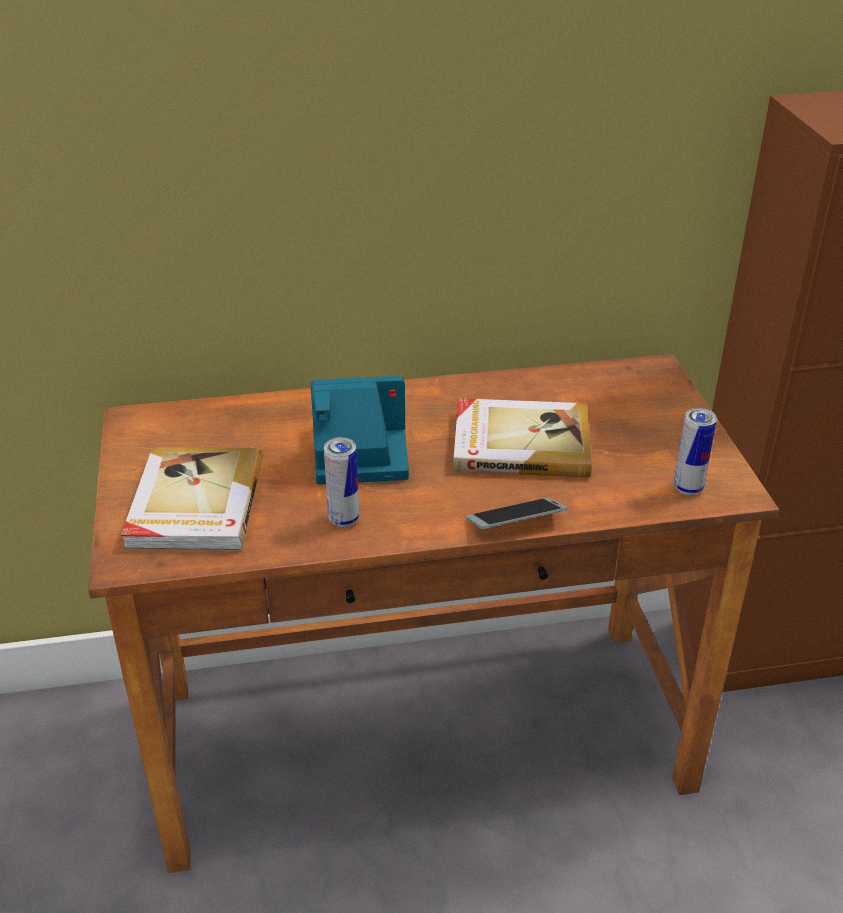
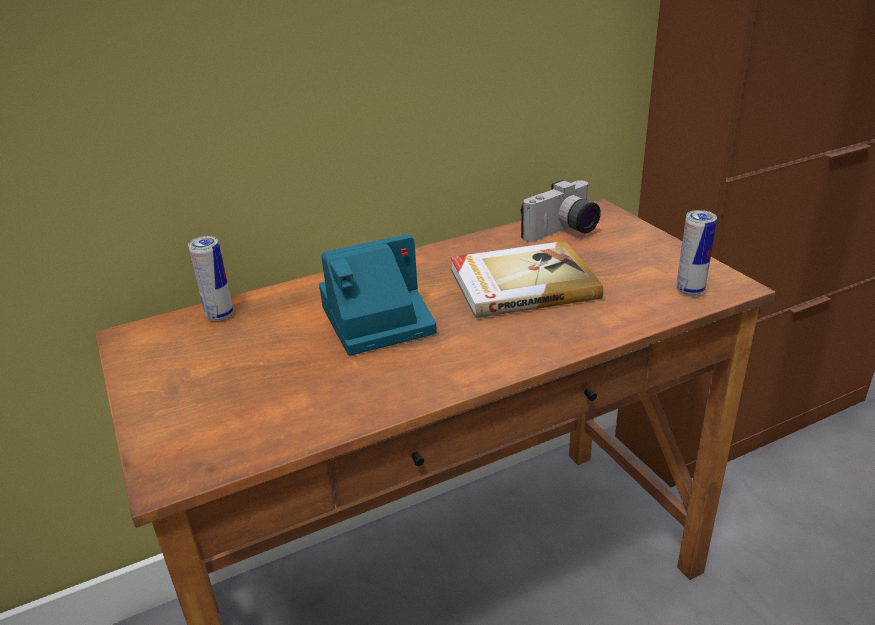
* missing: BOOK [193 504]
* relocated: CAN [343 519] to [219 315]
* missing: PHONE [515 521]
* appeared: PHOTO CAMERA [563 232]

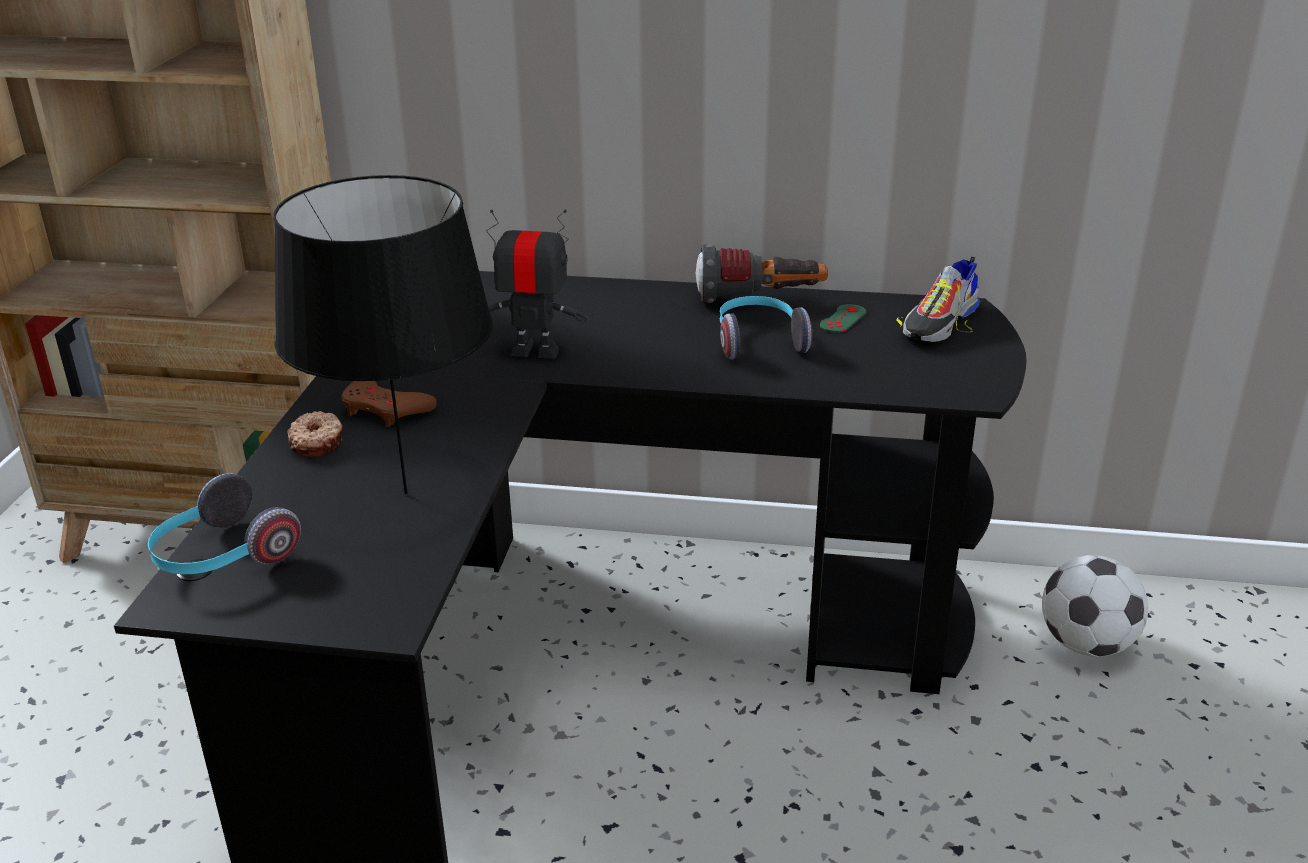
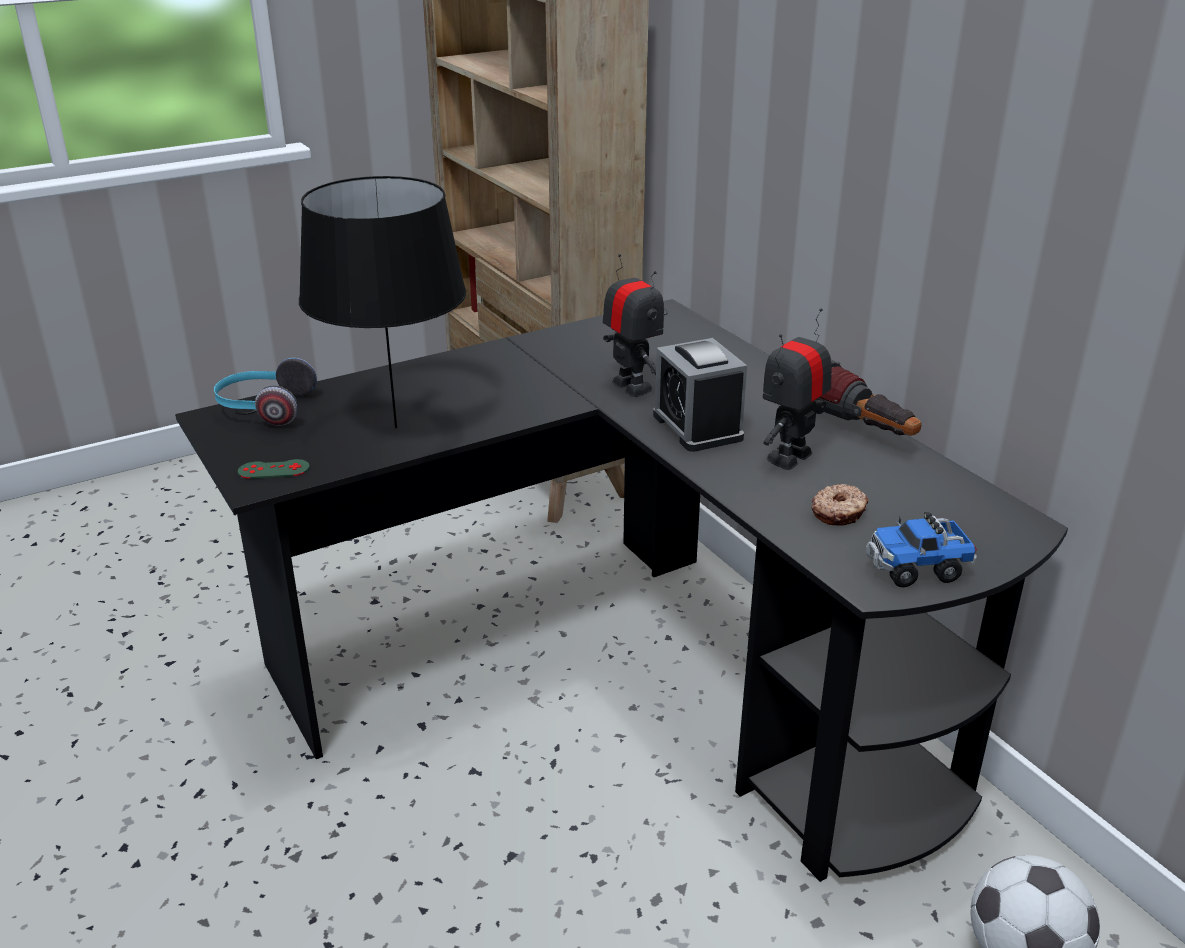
* relocated: DONUT [318 442] to [839 513]
* missing: BROWN GAME CONTROLLER [386 410]
* exchanged: HEADPHONES [758 341] to TOY ROBOT [790 457]
* relocated: GREEN GAME CONTROLLER [843 319] to [274 470]
* missing: SHOE [940 323]
* appeared: ALARM CLOCK [697 427]
* appeared: TOY TRUCK [917 569]

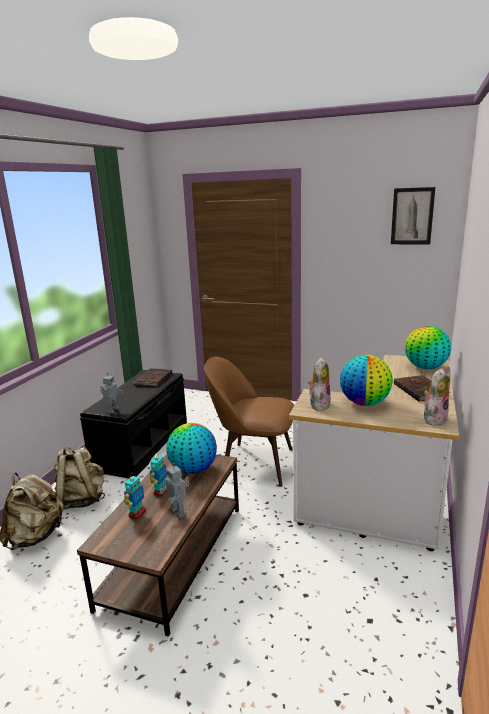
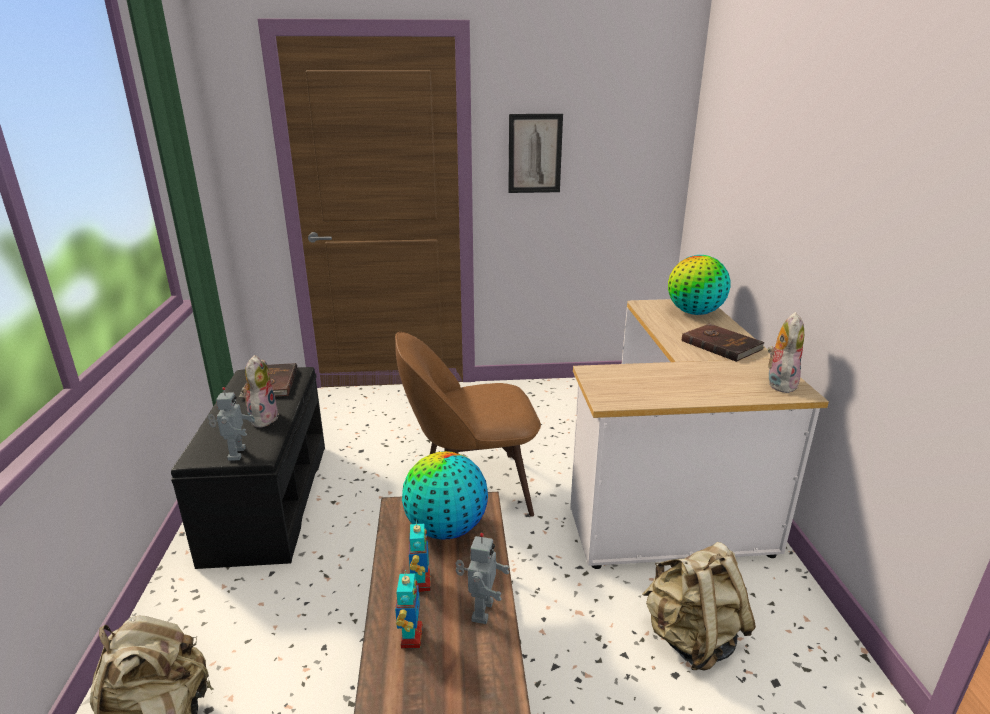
* relocated: BEIGE BACKPACK [81 499] to [691 638]
* spun: TOY ROBOT [179 511] = [480 611] 105 degrees counterclockwise
* relocated: PLUSH TOY [319 404] to [262 418]
* missing: GLOBE [364 403]
* relocated: PICTURE [412 216] to [535 154]

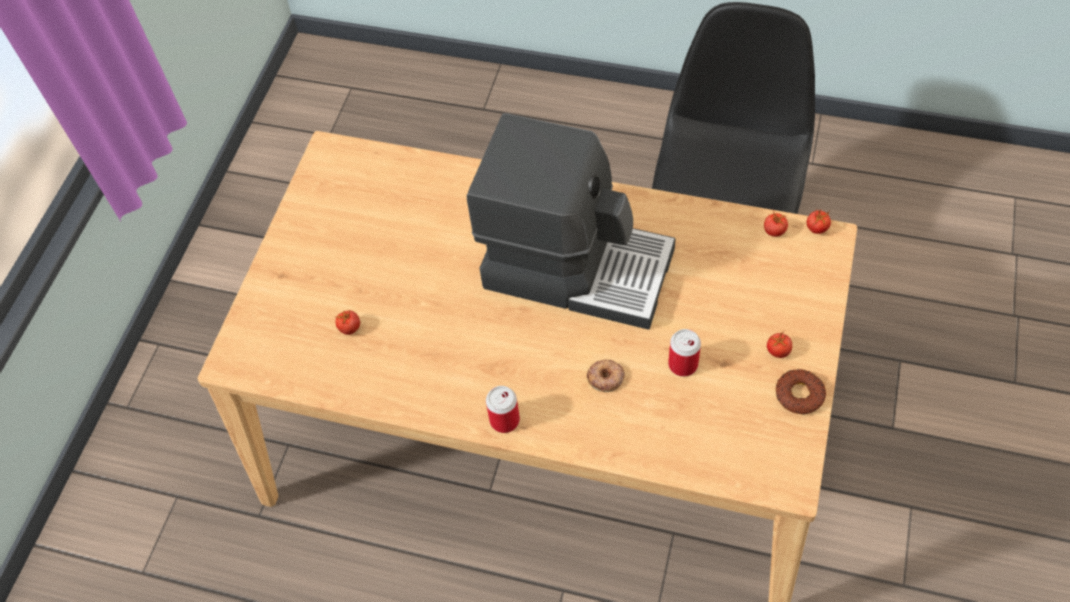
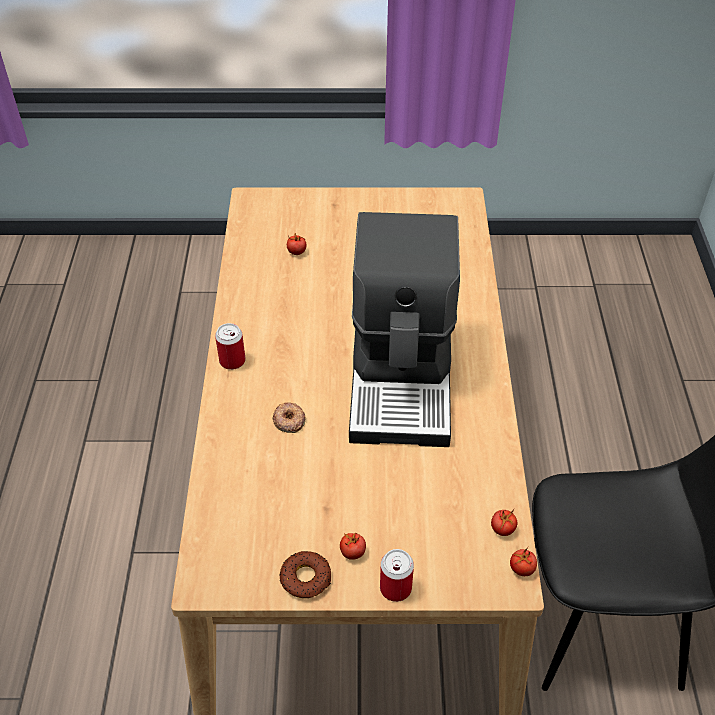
* relocated: CAN [683 364] to [395 588]

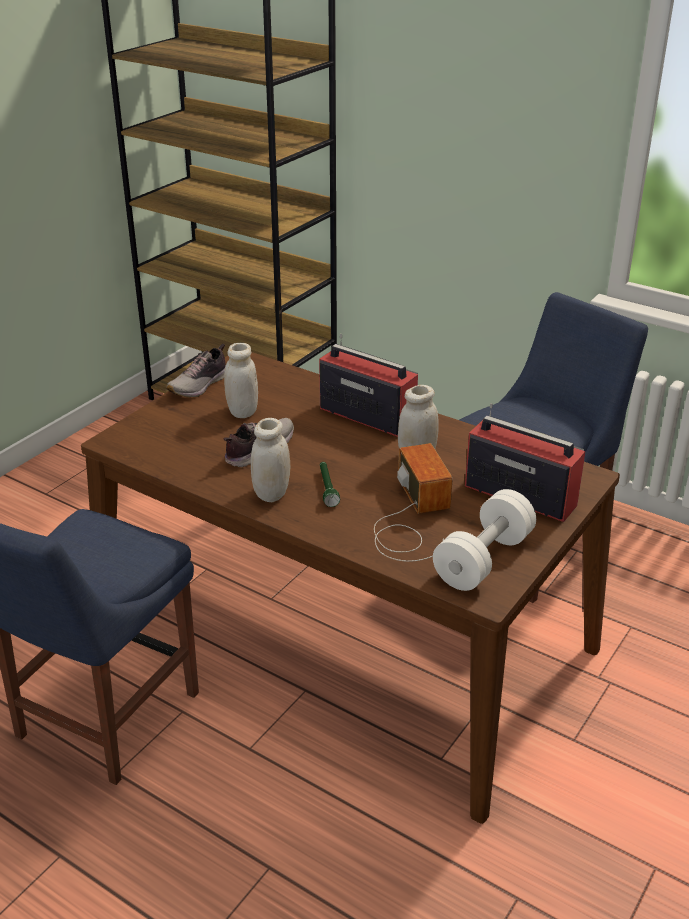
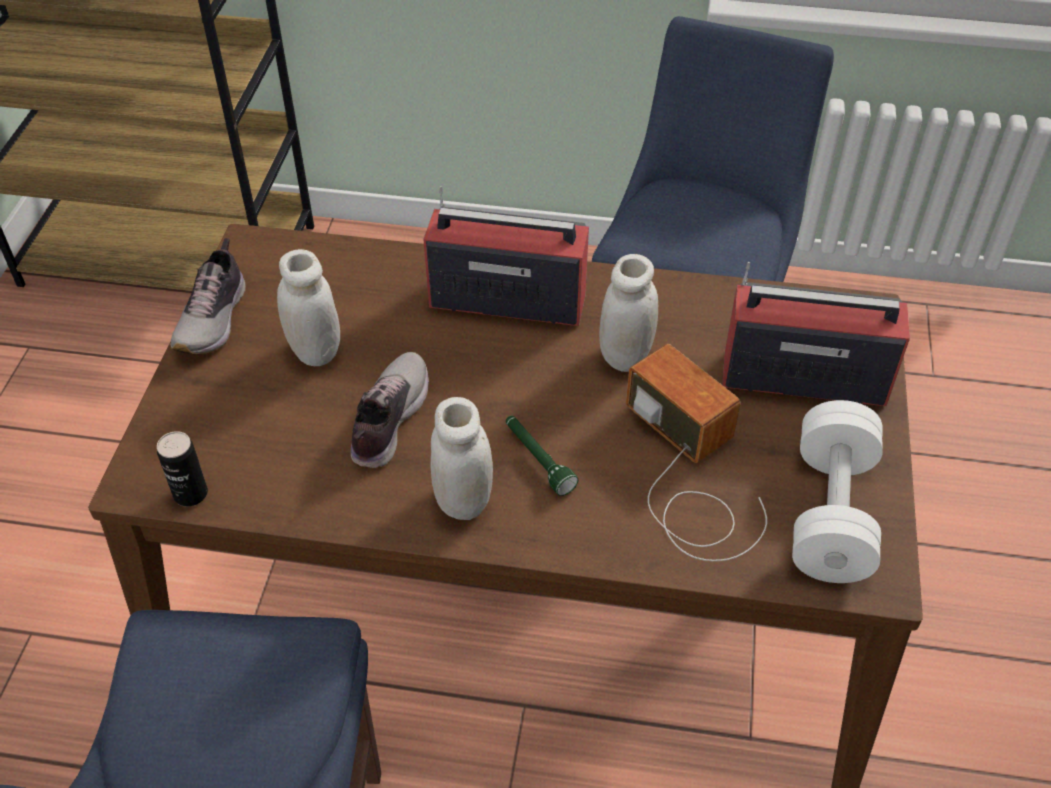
* appeared: CAN [191 494]

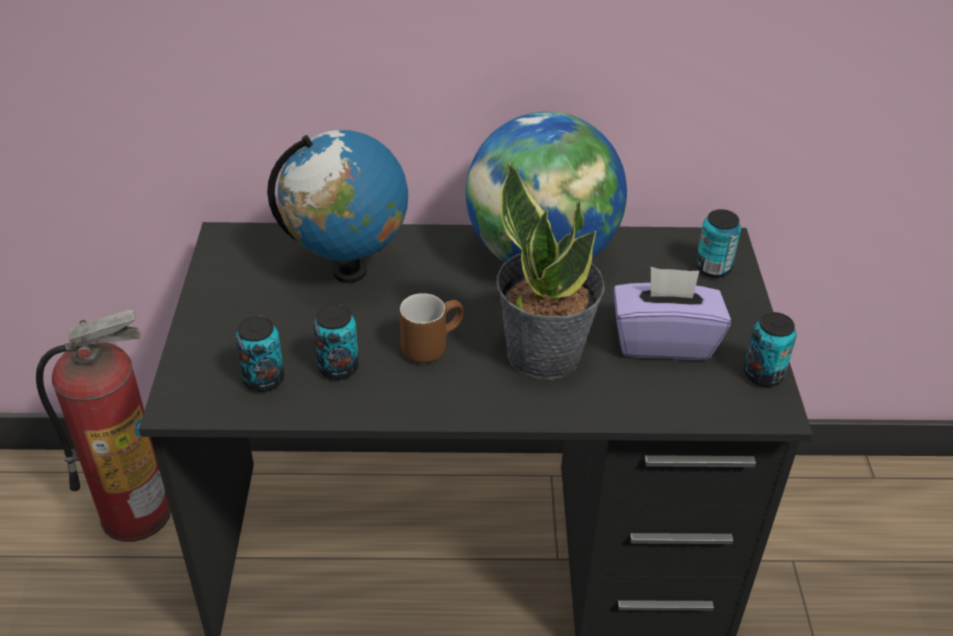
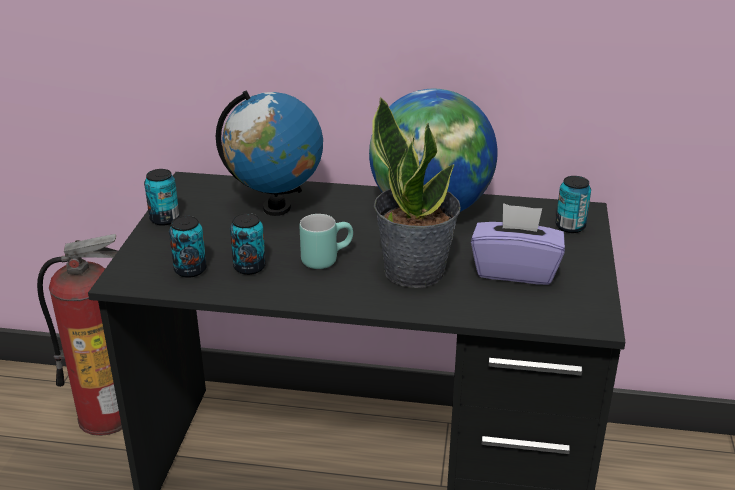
* colour: BROWN MUG [430 344] to TURQUOISE MUG [325 258]
* relocated: CAN [763 374] to [164 219]

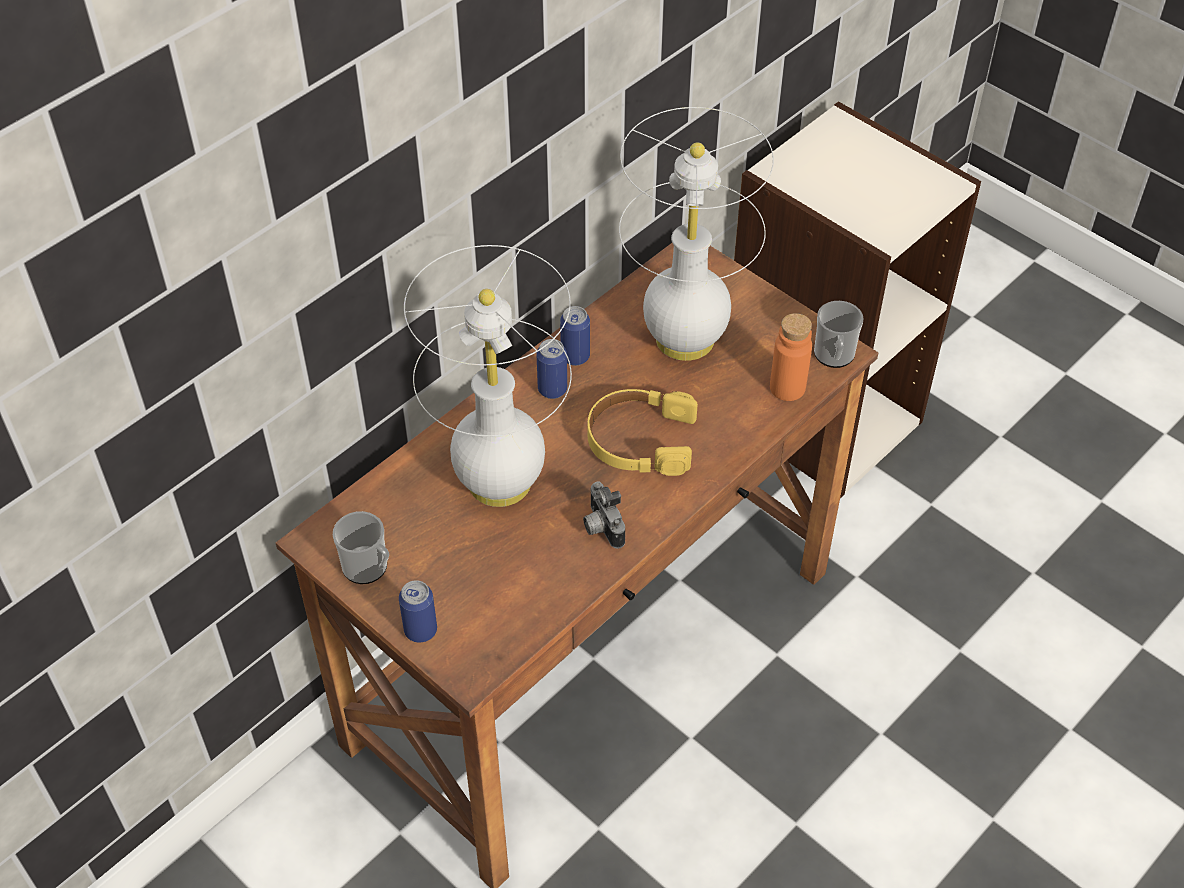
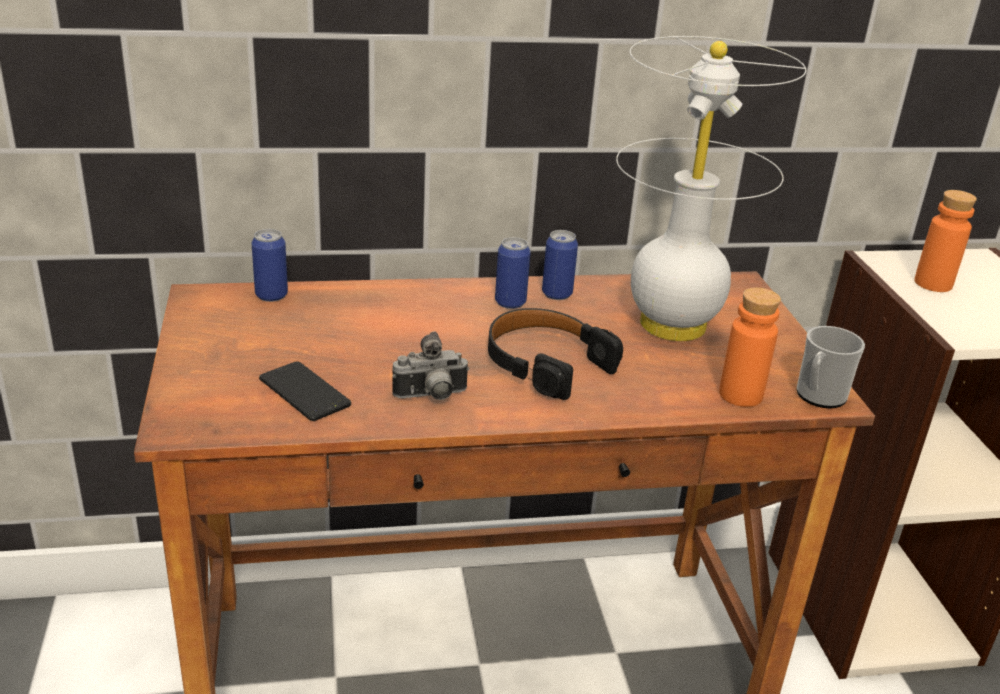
* missing: MUG [369 568]
* relocated: CAN [420 630] to [271 295]
* missing: WHITE TABLE LAMP [499 481]
* spun: PHOTO CAMERA [601 527] = [431 397] 120 degrees counterclockwise
* colour: YELLOW HEADPHONES [640 440] to BLACK HEADPHONES [546 363]
* appeared: PHONE [304 392]
* appeared: ORANGE BOTTLE [933 284]

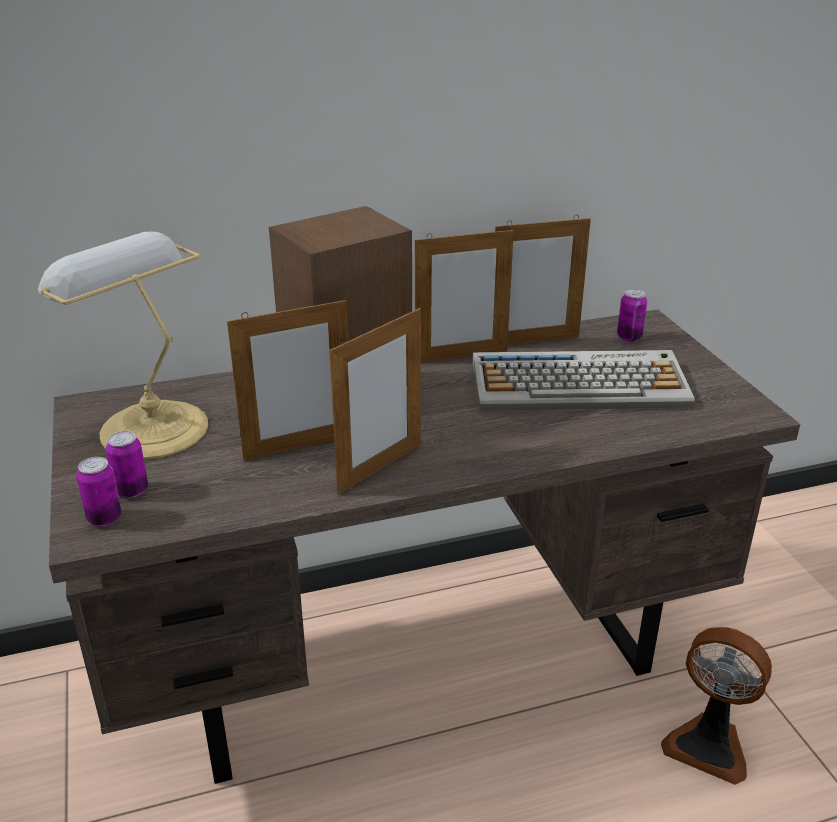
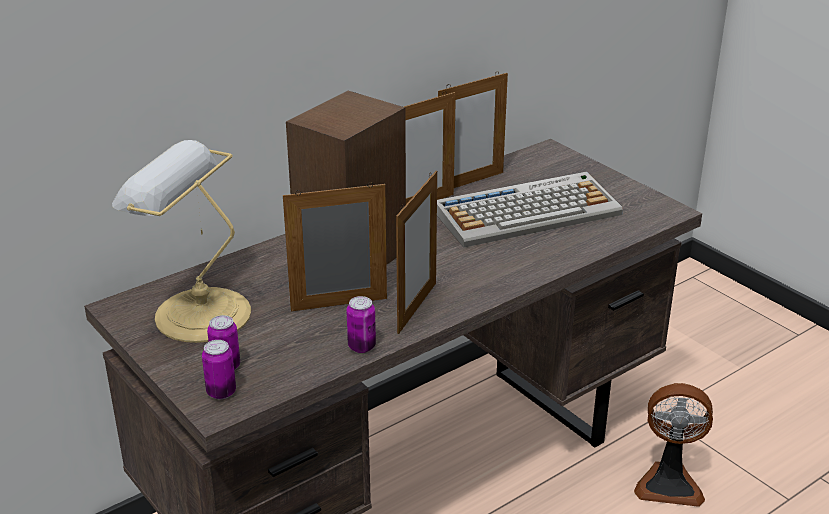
* spun: PICTURE FRAME [298 447] = [339 304] 150 degrees counterclockwise
* relocated: CAN [629 337] to [361 346]

